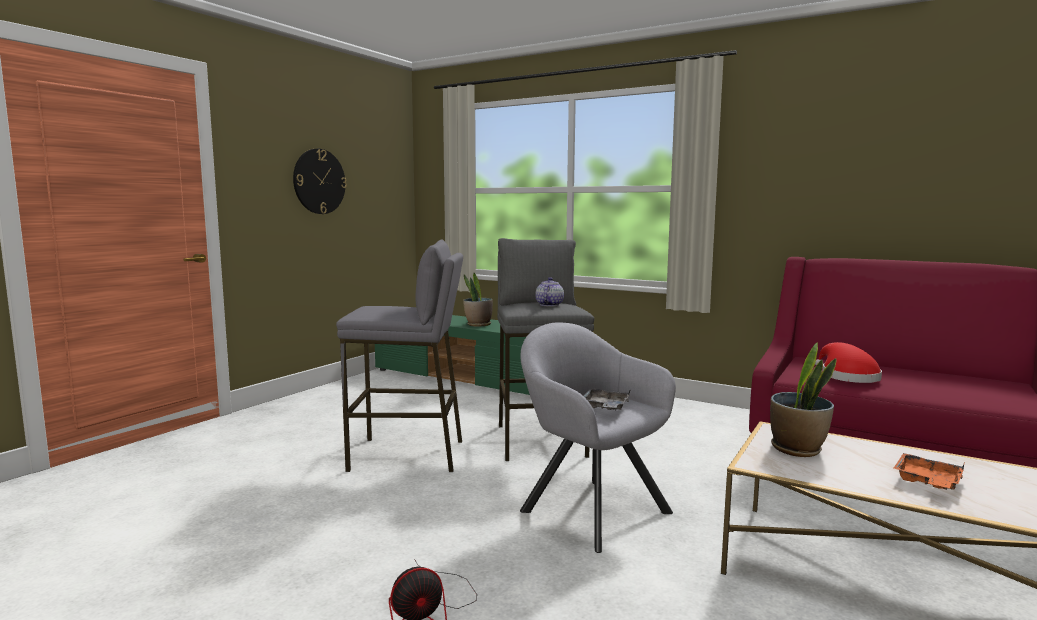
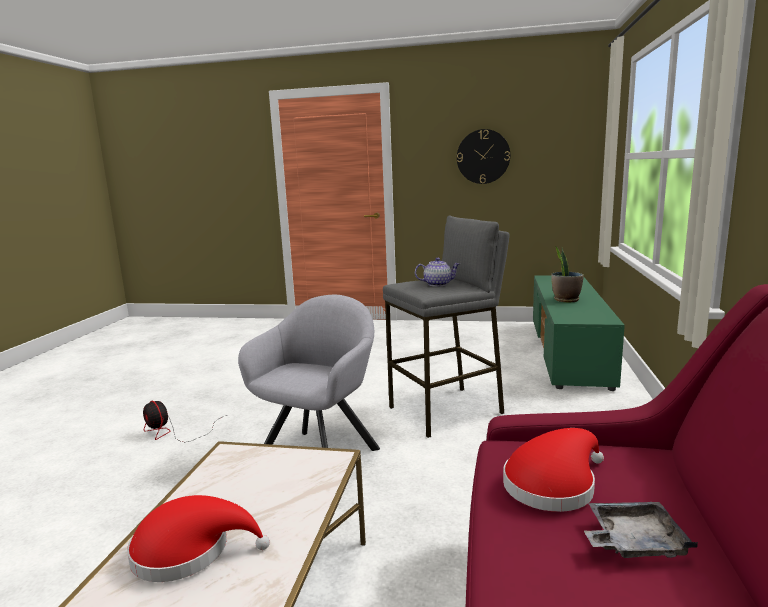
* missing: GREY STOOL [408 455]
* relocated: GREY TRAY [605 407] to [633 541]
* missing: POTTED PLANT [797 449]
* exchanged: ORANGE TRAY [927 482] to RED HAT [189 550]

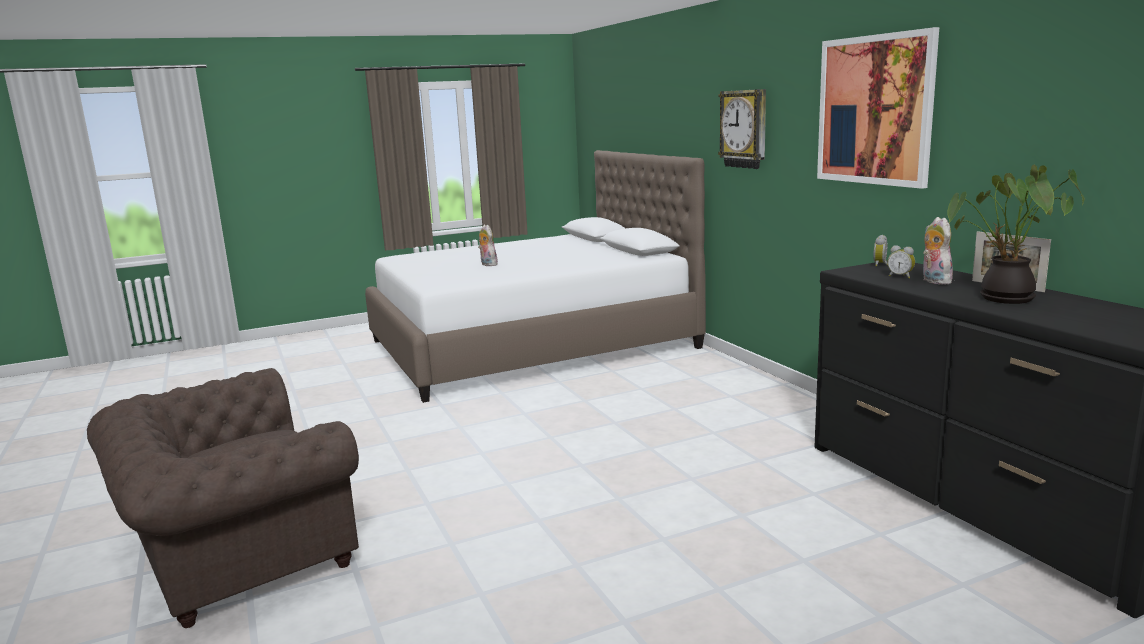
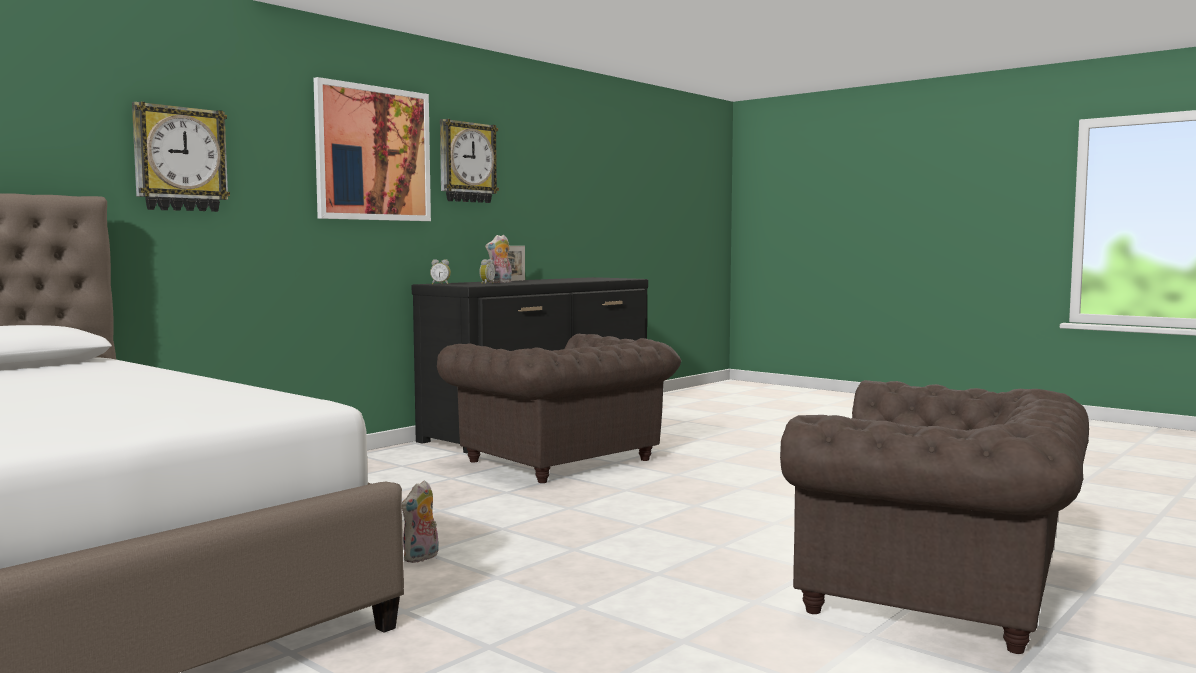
* relocated: PLUSH TOY [487 264] to [421 558]
* missing: POTTED PLANT [1003 299]
* appeared: BROWN ARMCHAIR [564 462]
* appeared: WALL CLOCK [466 162]

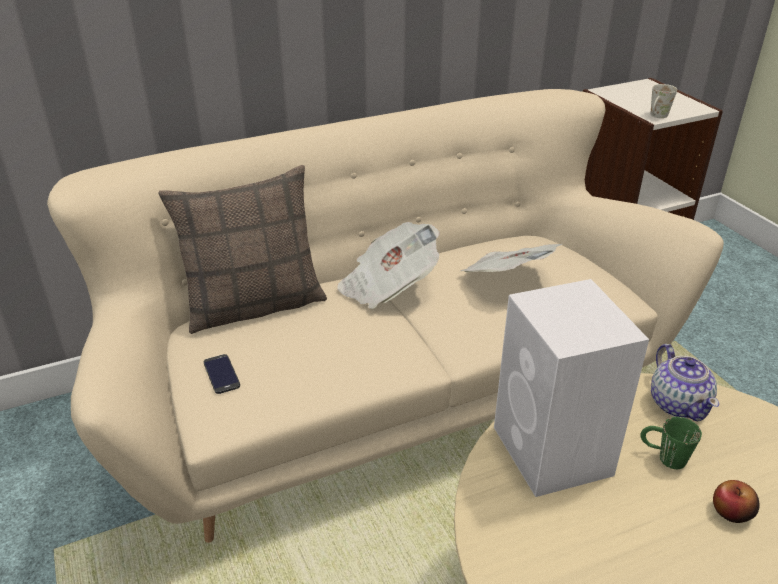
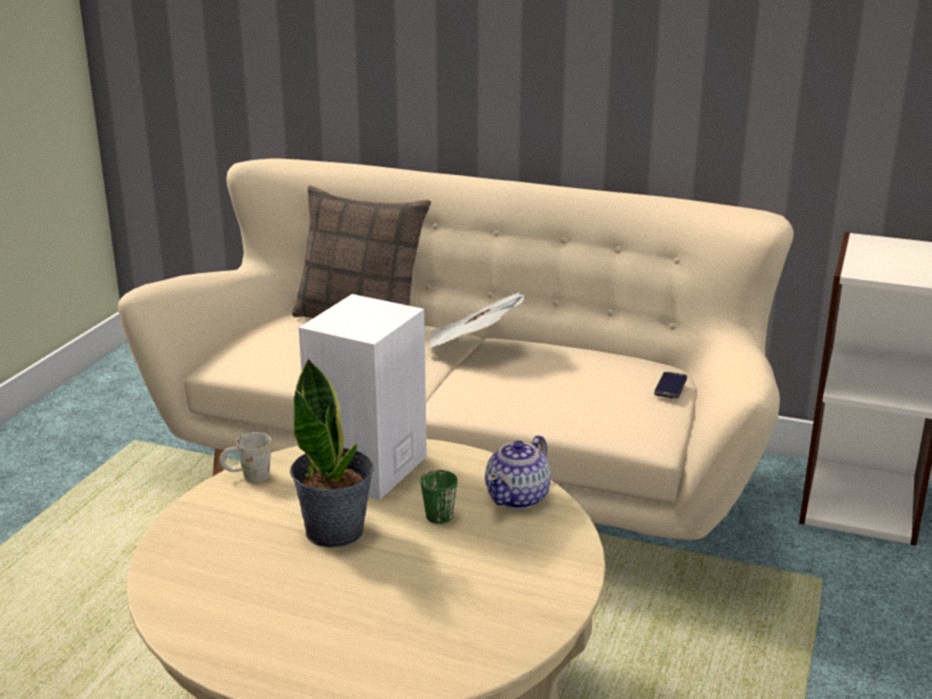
* relocated: PHONE [221 374] to [670 385]
* missing: NEWSPAPER [507 279]
* relocated: WHITE MUG [657 117] to [247 477]
* missing: APPLE [731 512]
* appeared: POTTED PLANT [335 530]

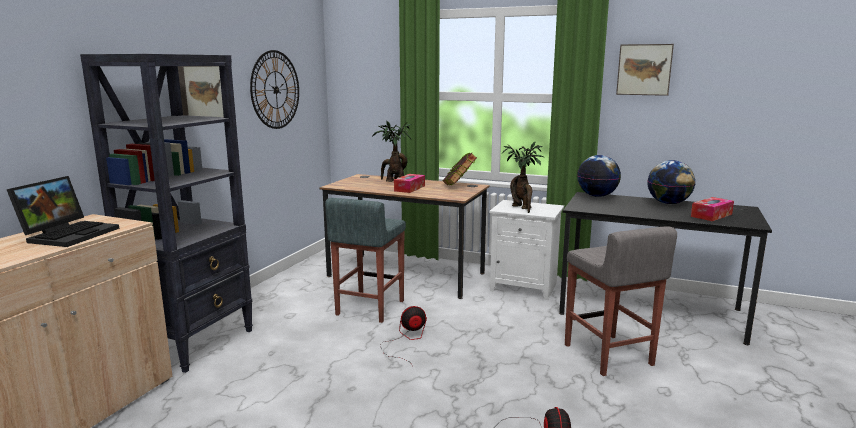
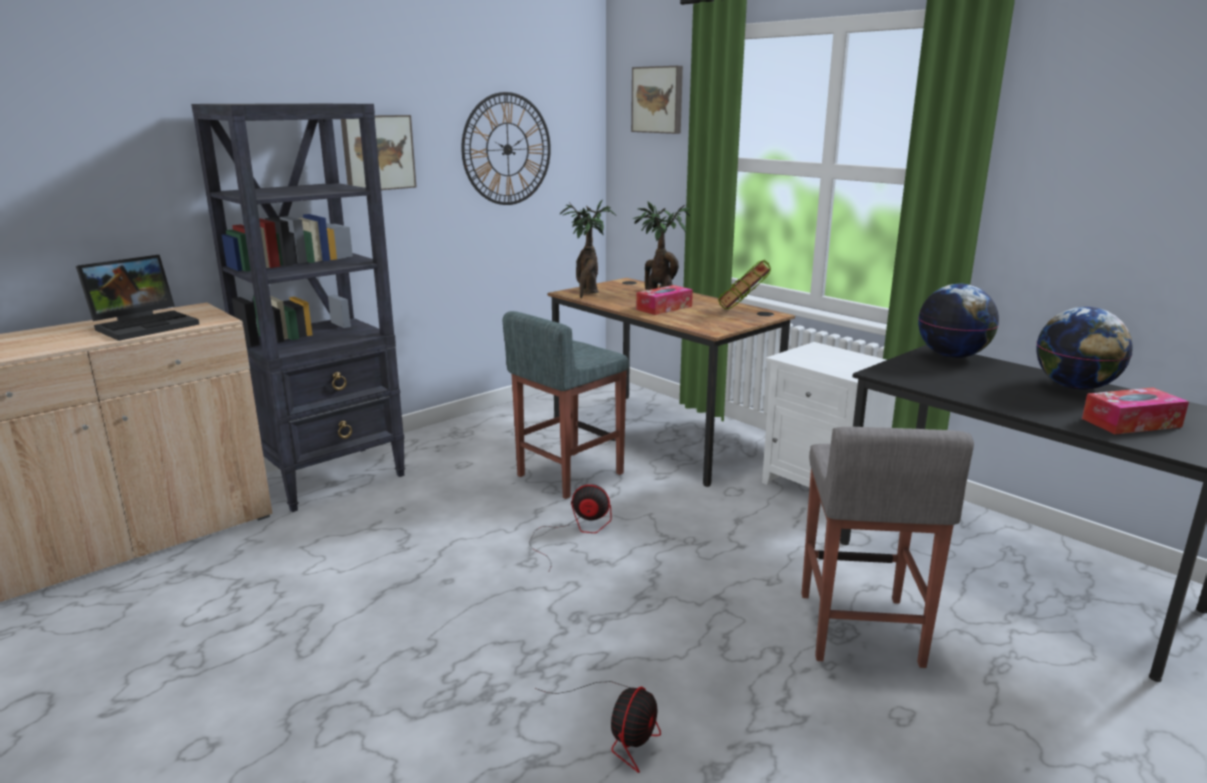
* relocated: POTTED PLANT [522 208] to [587 292]
* relocated: PICTURE [644 69] to [658 100]

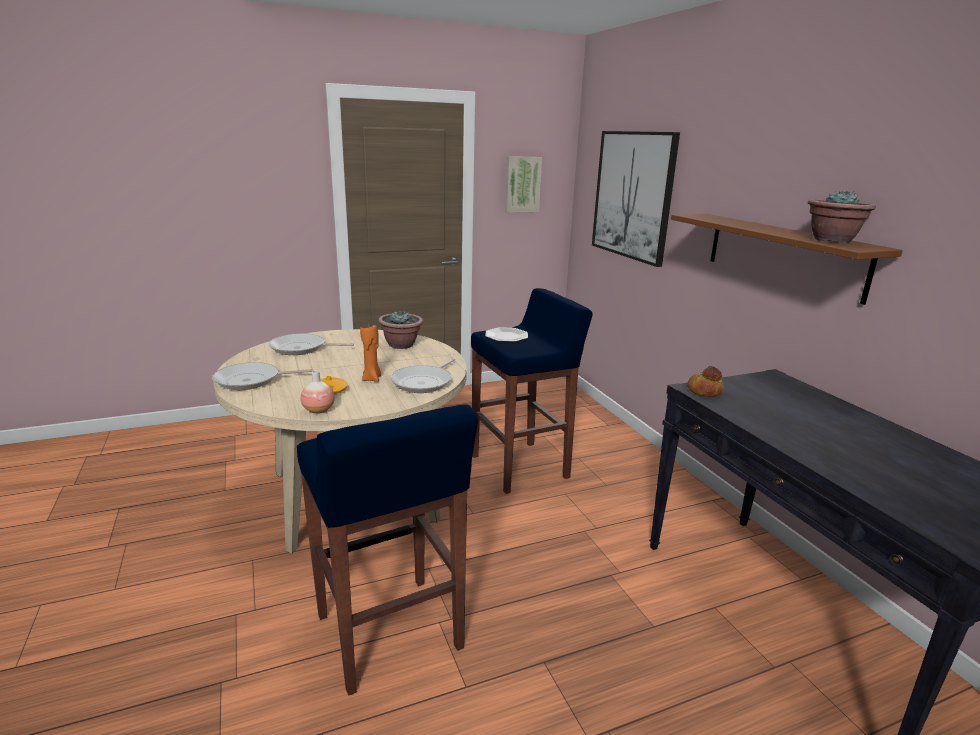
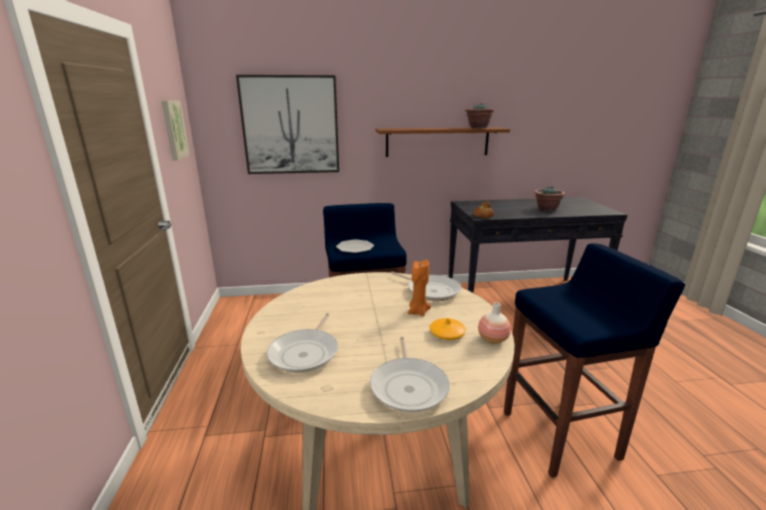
* relocated: POTTED PLANT [401 345] to [546 209]

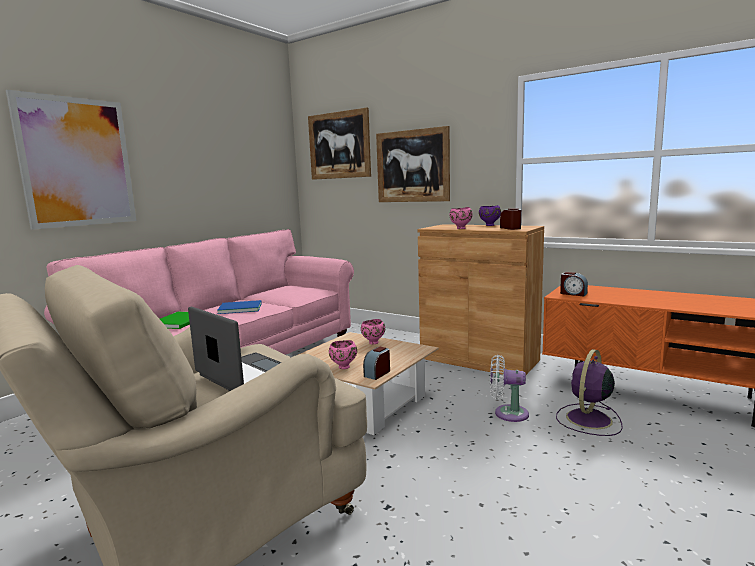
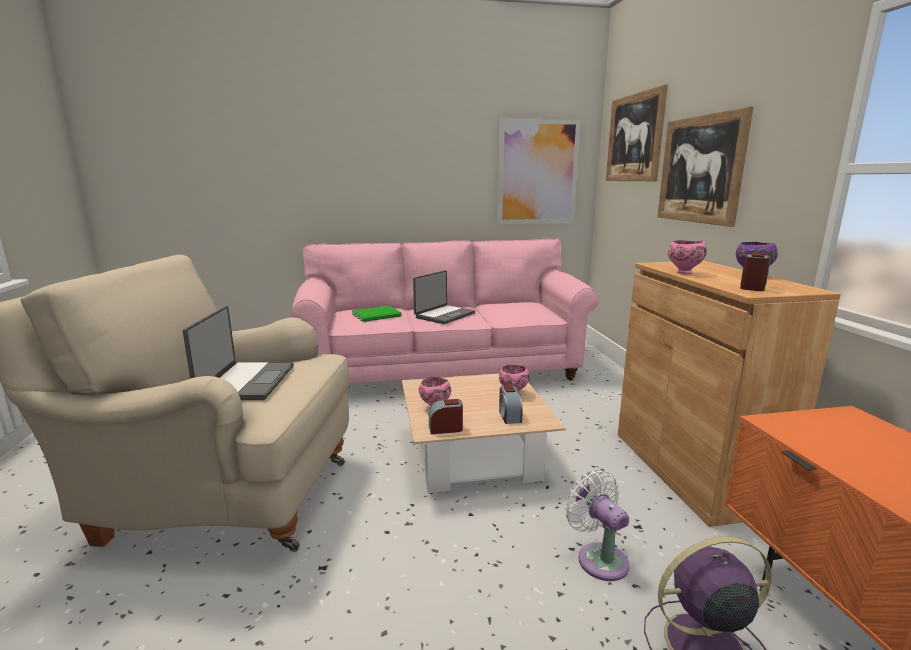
* relocated: PICTURE [77 162] to [537 172]
* exchanged: BLUE BOOK [239 308] to LAPTOP [444 315]
* relocated: ALARM CLOCK [573 294] to [509 416]

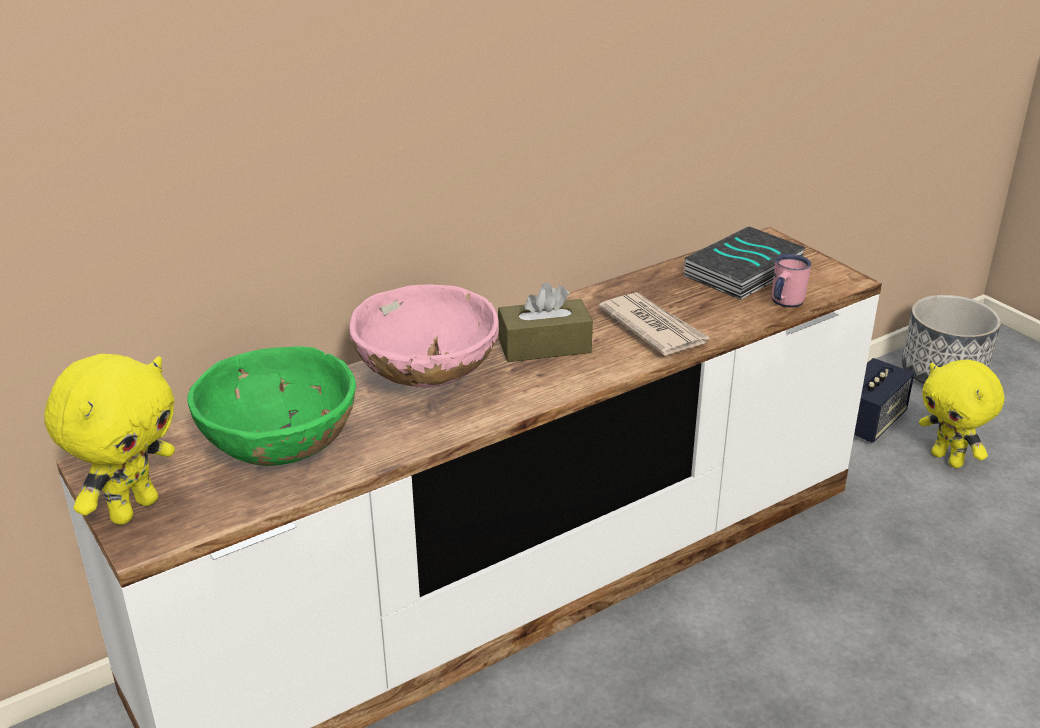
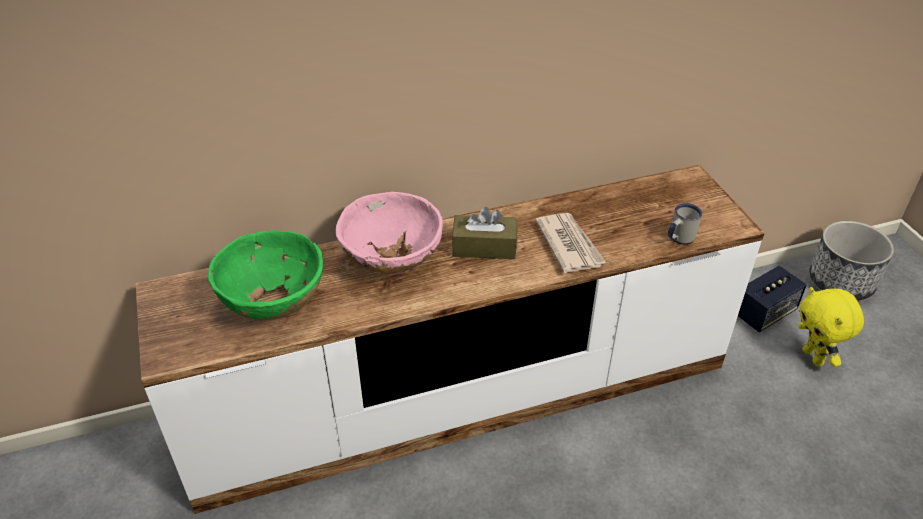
* missing: YELLOW PLUSH TOY [133 509]
* missing: BOOK [744 272]
* colour: PINK MUG [784 303] to WHITE MUG [678 239]

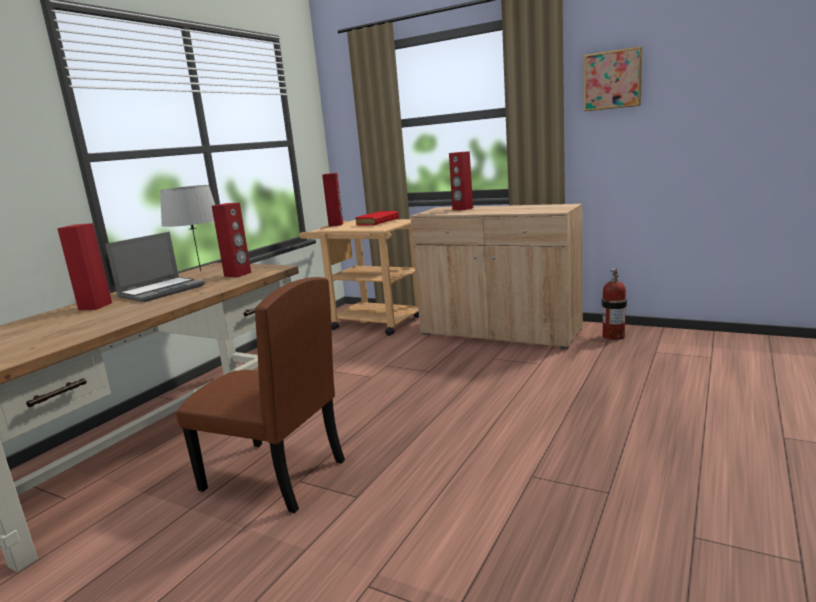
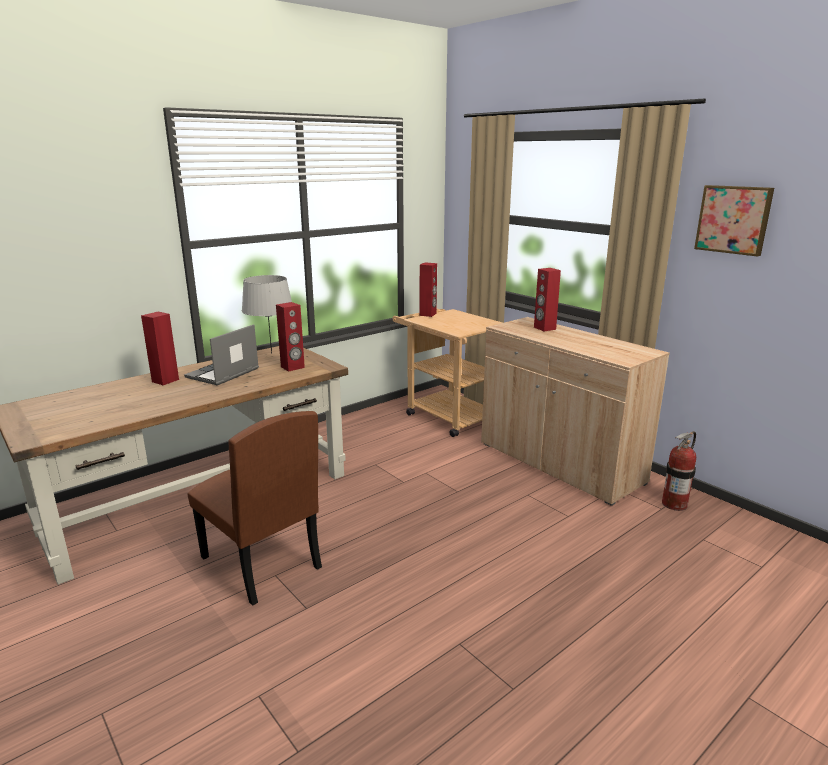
* spun: LAPTOP [162 291] = [223 374] 150 degrees clockwise
* missing: RED BOOK [377 223]

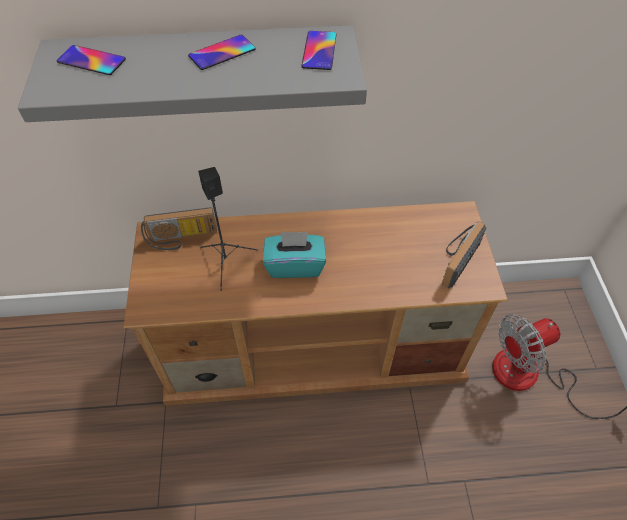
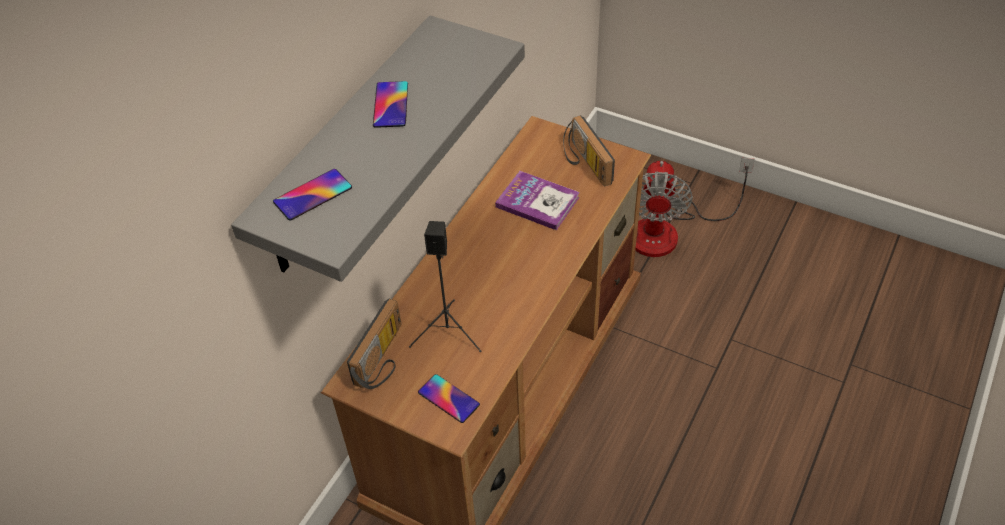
* missing: TURQUOISE TISSUE BOX [295 265]
* relocated: PHONE [319 51] to [448 398]
* appeared: BOOK [537 202]

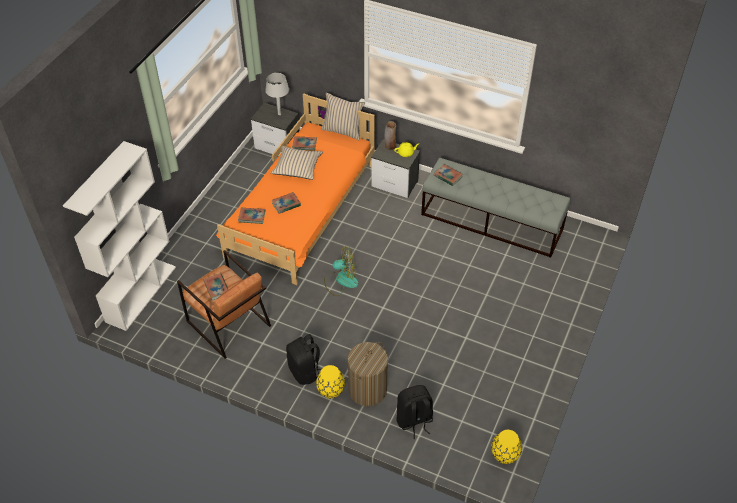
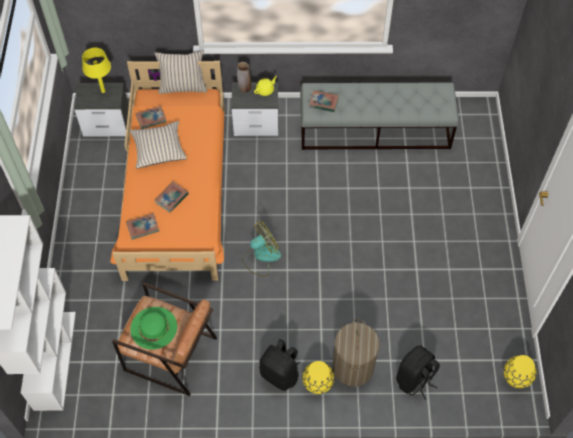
* exchanged: BOOK [216 288] to GREEN HAT [153 328]
* colour: GREY TABLE LAMP [279 114] to YELLOW TABLE LAMP [103 91]

